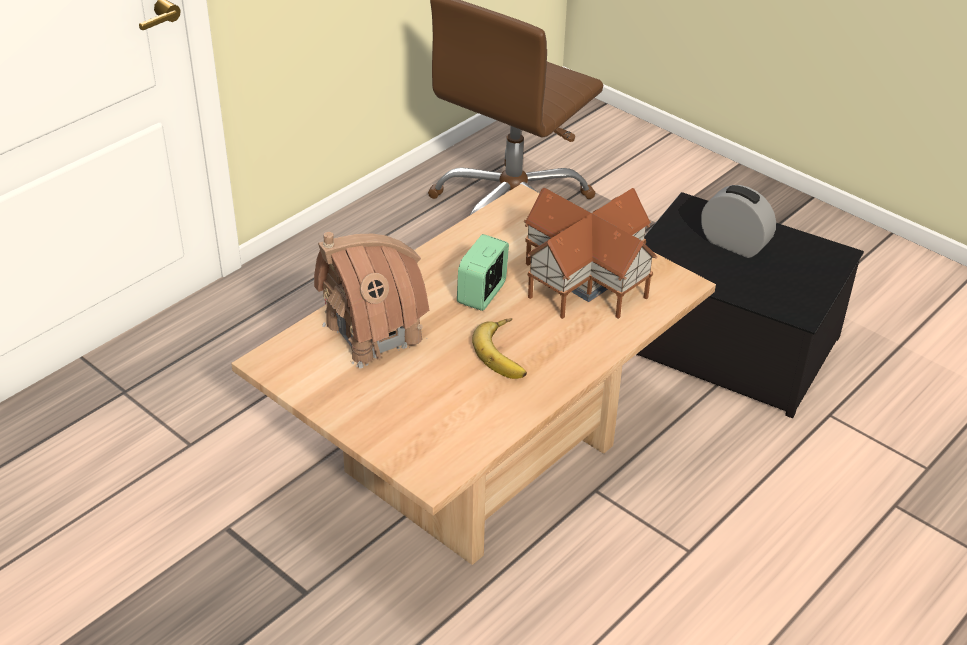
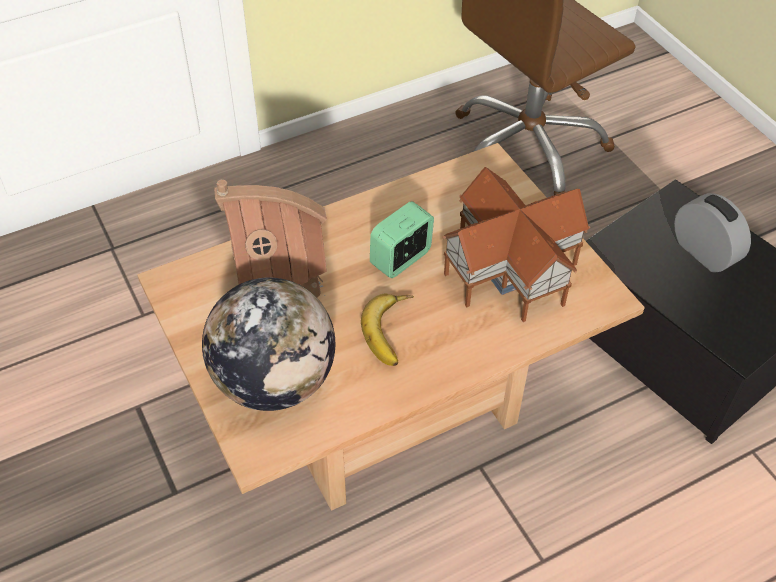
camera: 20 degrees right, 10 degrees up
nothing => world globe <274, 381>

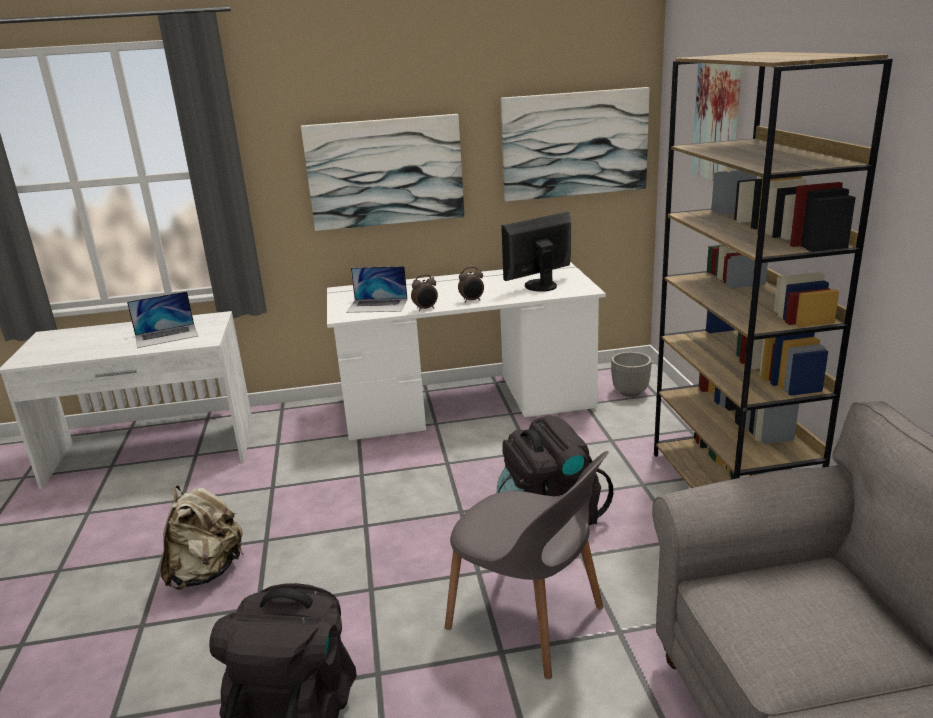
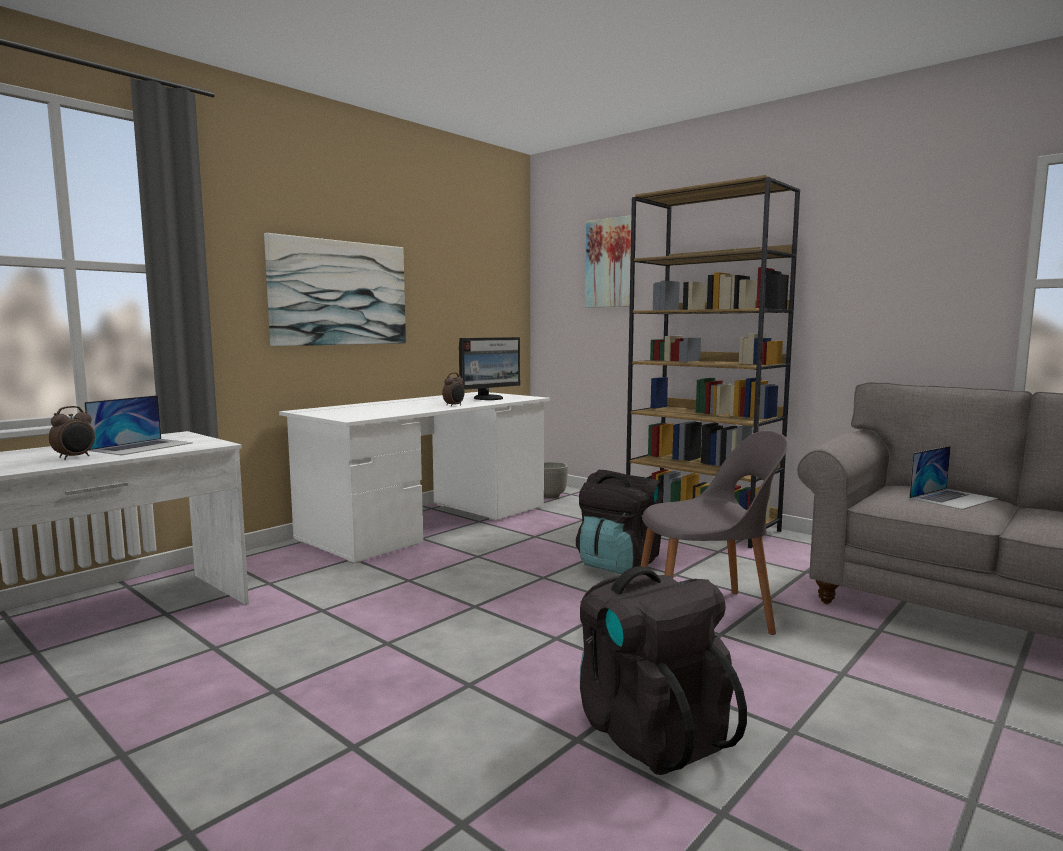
camera: 40 degrees left, 15 degrees down
knapsack in beige <206, 572> => nothing
portable computer <377, 305> => portable computer <953, 498>, moved
alarm clock <426, 309> => alarm clock <75, 457>, moved
picture <575, 144> => nothing
computer display <539, 286> => computer display <489, 398>, 150 degrees counterclockwise

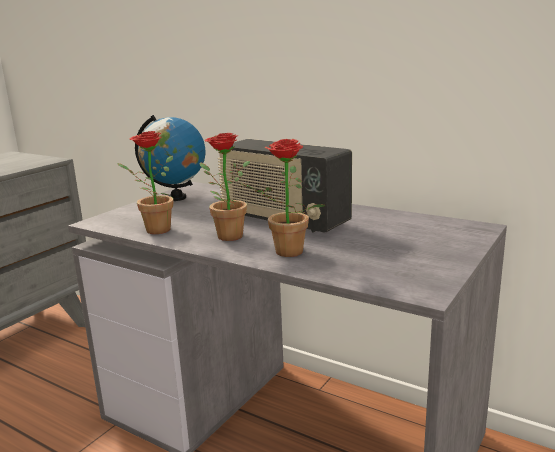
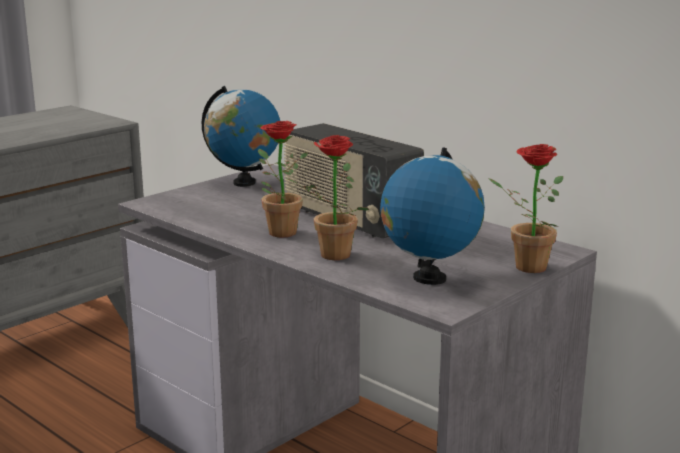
camera: 10 degrees right, 0 degrees up
potted plant <152, 230> => potted plant <523, 266>, moved
nothing => world globe <429, 278>

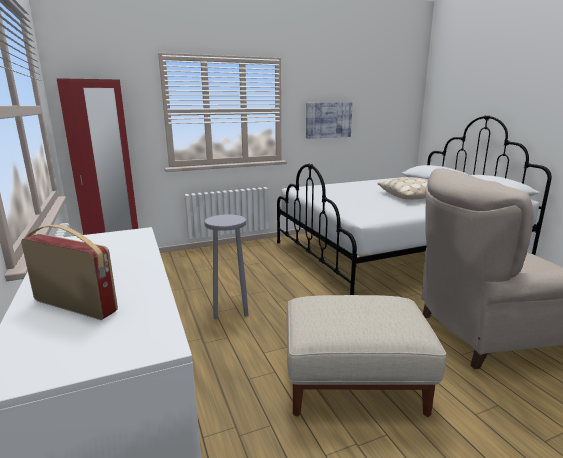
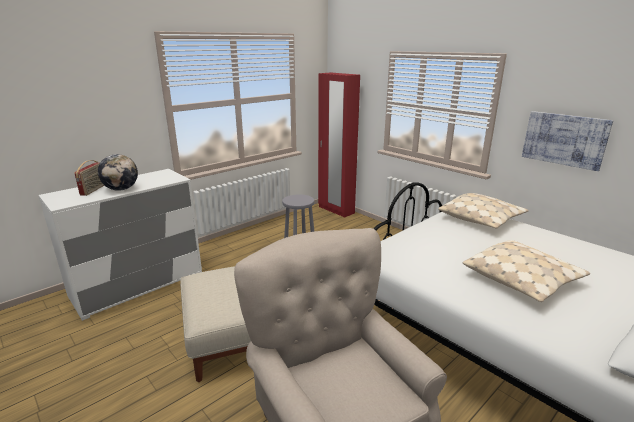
camera: 70 degrees right, 5 degrees up
nothing => world globe <121, 189>
nothing => cushion in beige <481, 219>

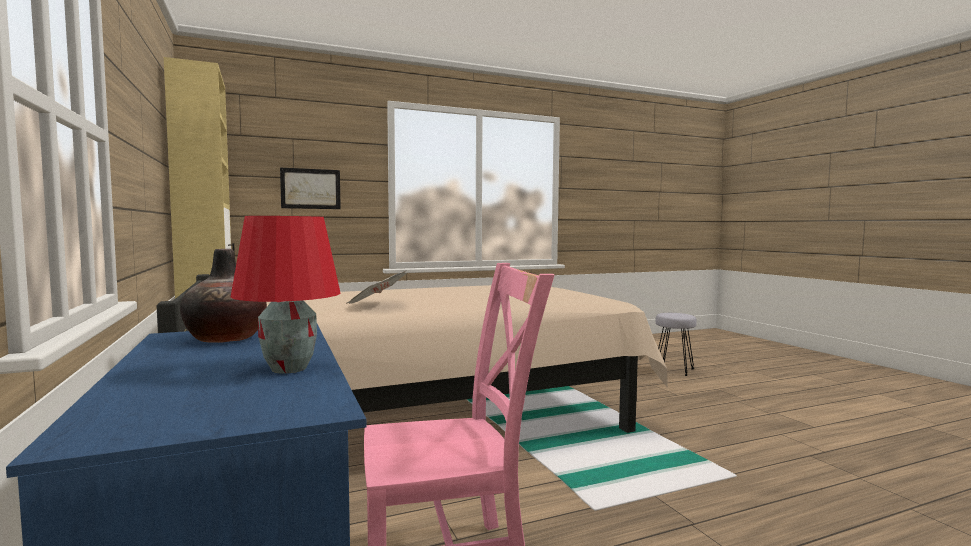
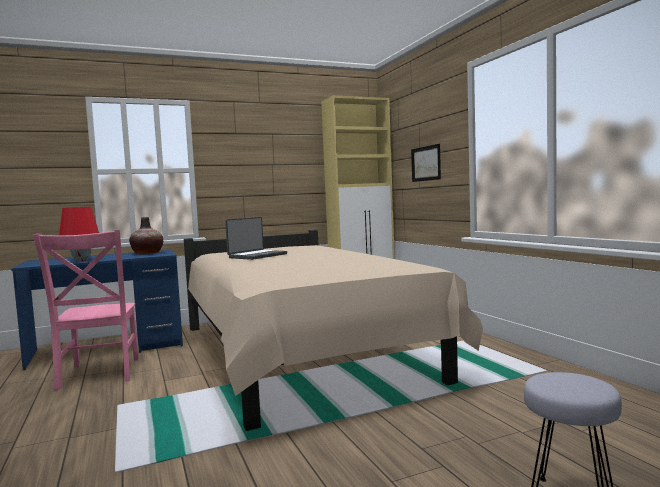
camera: 90 degrees right, 0 degrees up
printed paper <376, 305> => portable computer <257, 256>

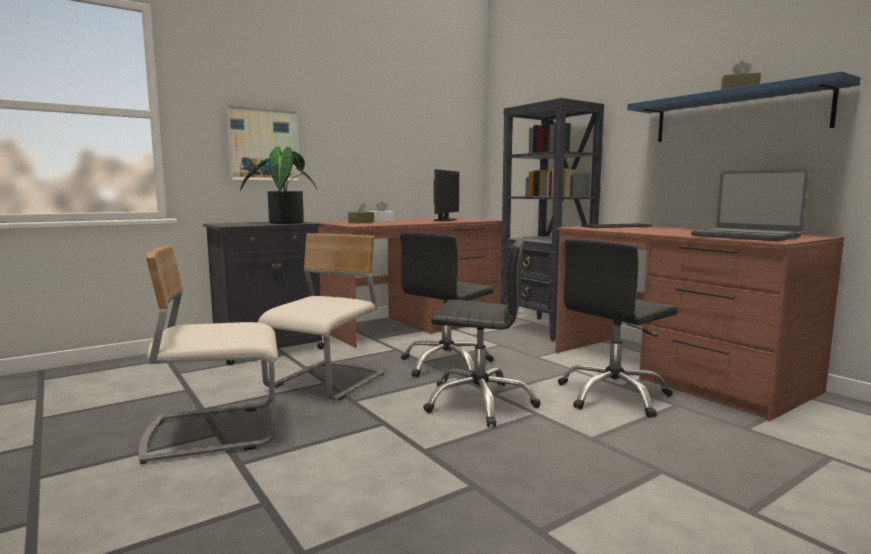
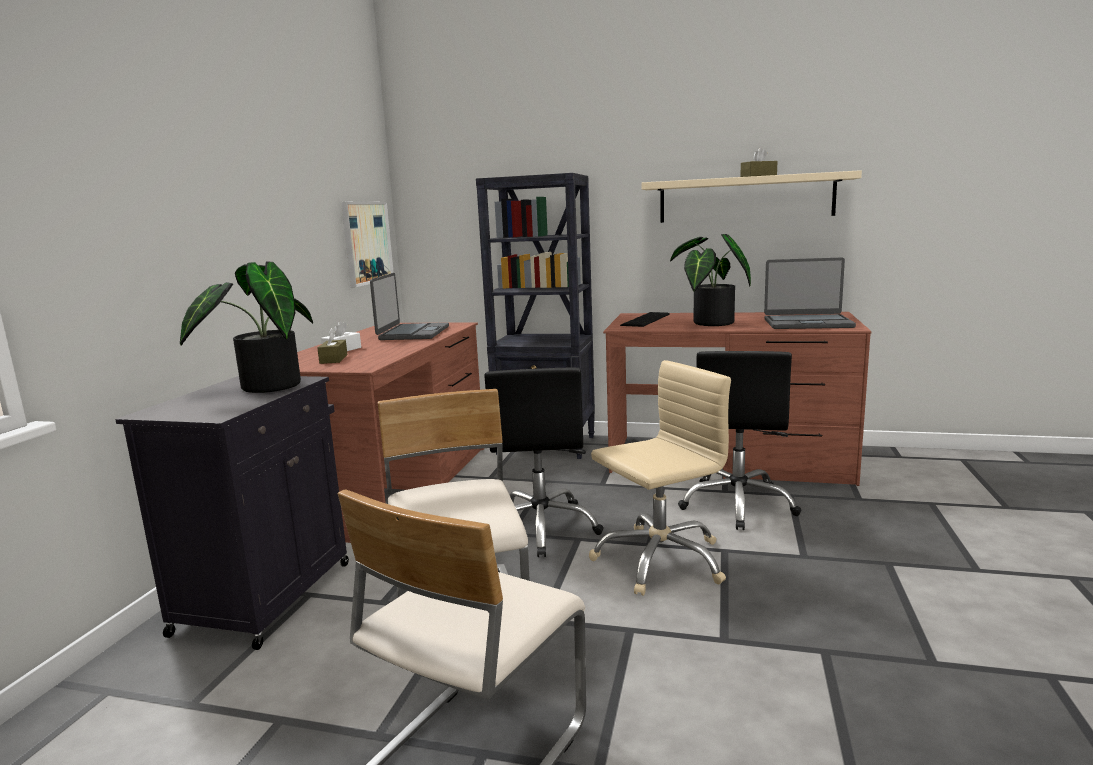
camera: 40 degrees left, 5 degrees up
picture <263, 144> => picture <366, 242>, moved
desk chair in black-coloured <480, 402> => desk chair in beige <659, 560>
computer display <445, 220> => portable computer <413, 333>
wall shelf in bluish <737, 115> => wall shelf in beige <745, 198>
nothing => potted plant <709, 323>

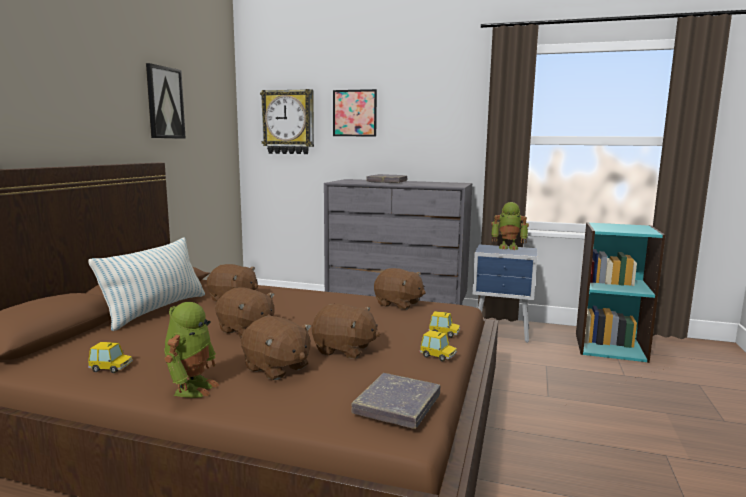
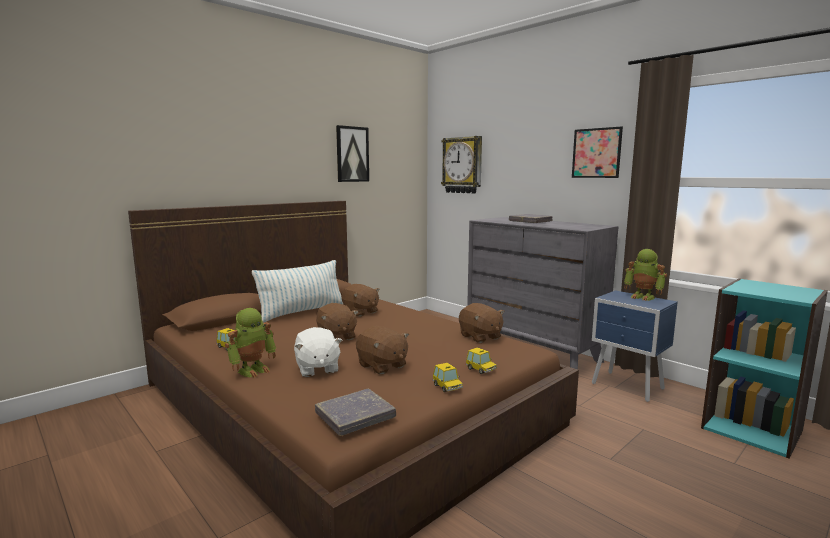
camera: 30 degrees right, 0 degrees up
cuddly toy in brown <276, 368> => cuddly toy in white-coloured <317, 369>
picture <354, 113> => picture <596, 153>, moved

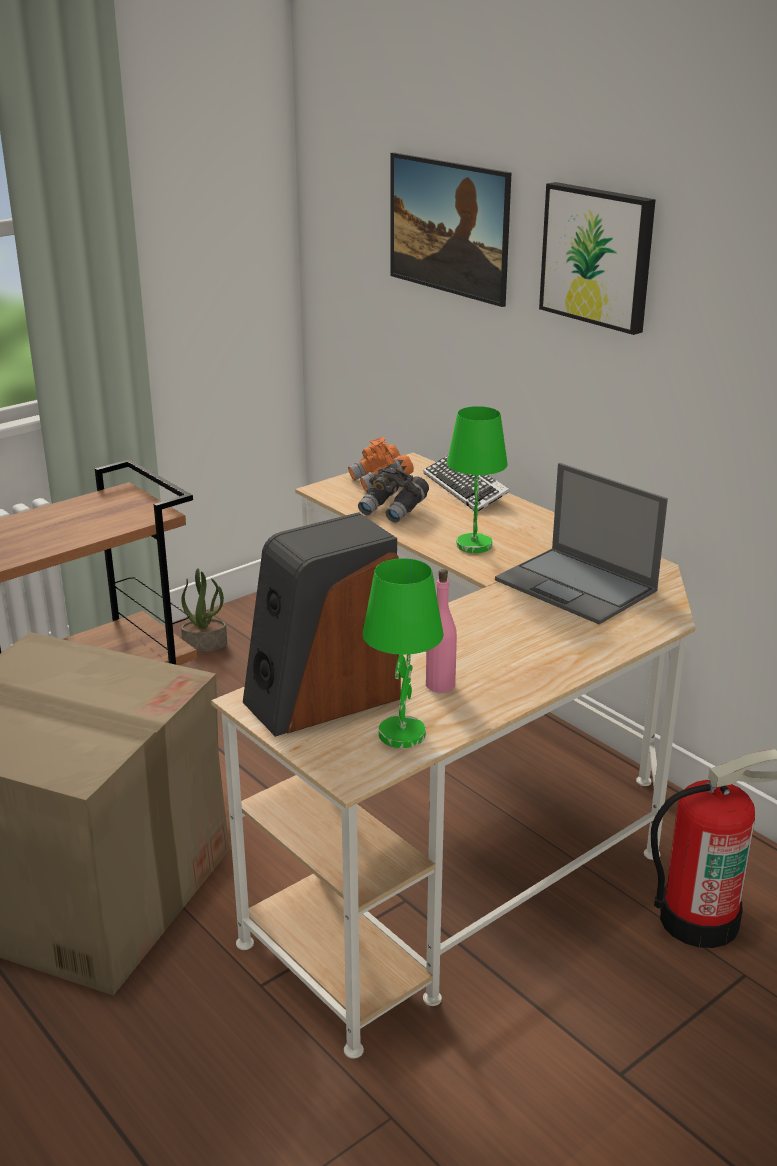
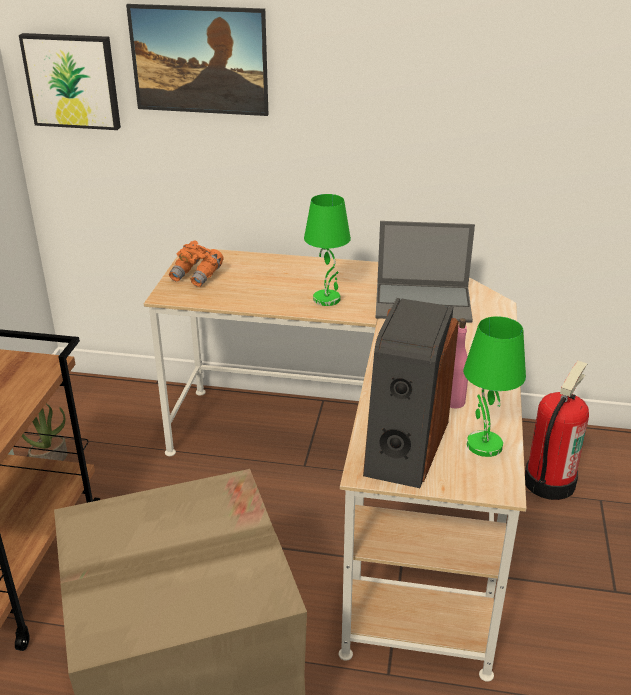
camera: 40 degrees left, 5 degrees up
field glasses in gray <393, 510> => nothing
keyboard <465, 489> => nothing
picture <598, 256> => picture <72, 81>, moved

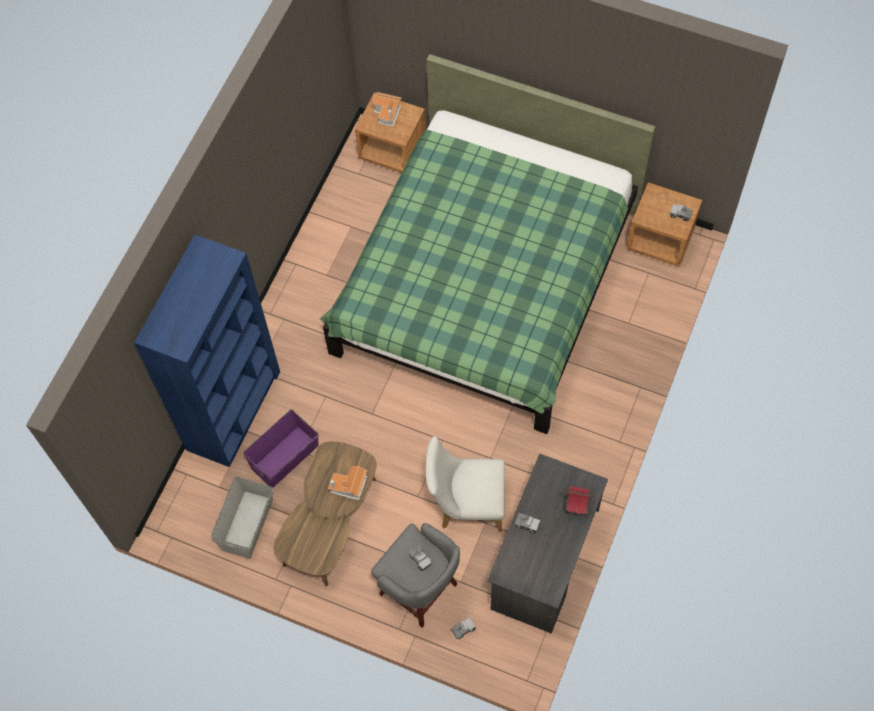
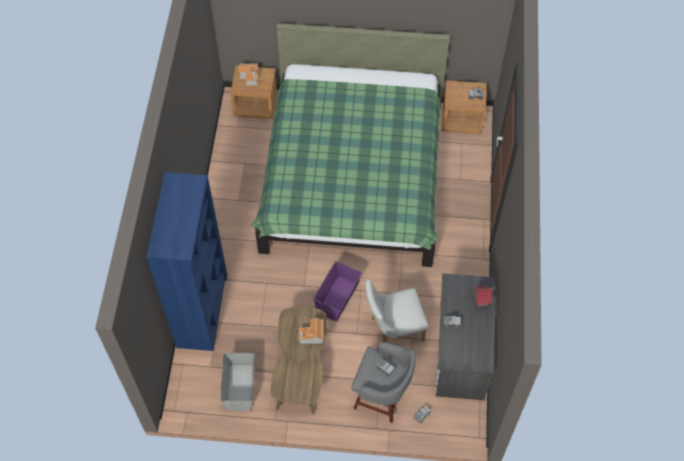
camera: 20 degrees left, 5 degrees down
storage box in purple-coloured <284, 457> => storage box in purple-coloured <337, 298>, moved

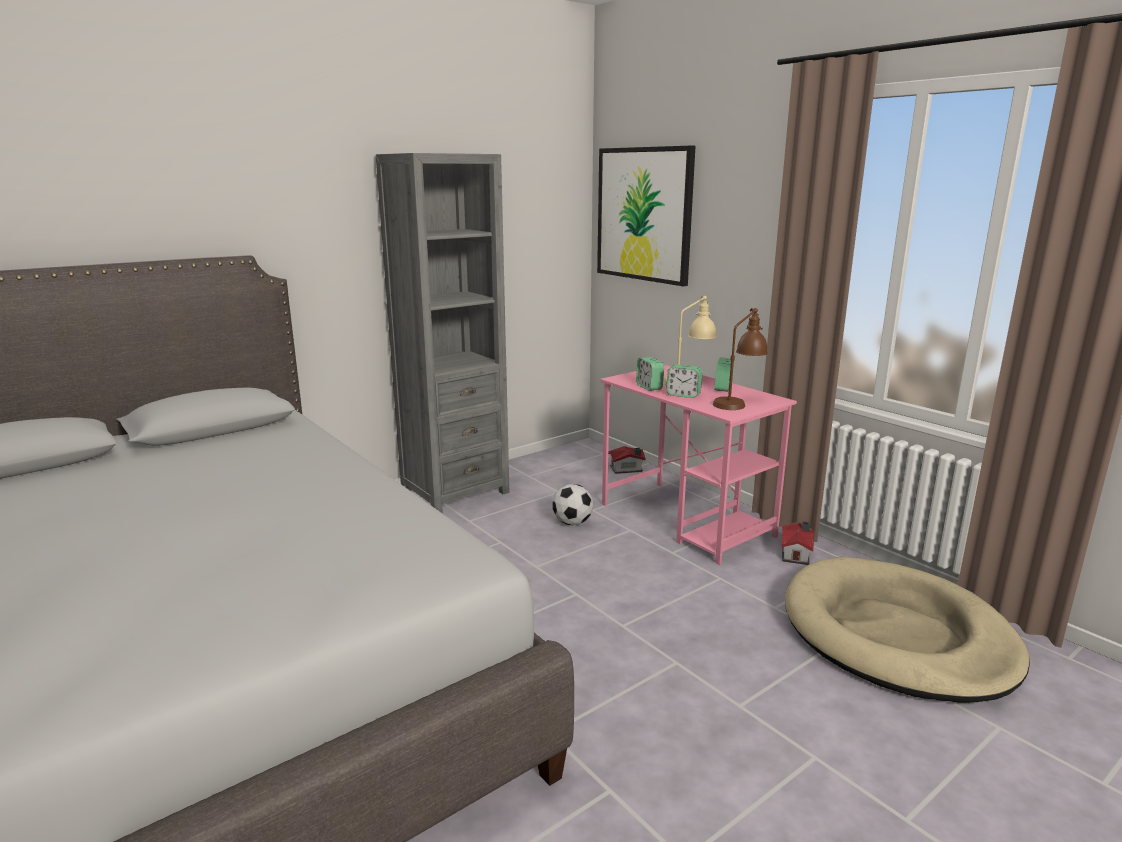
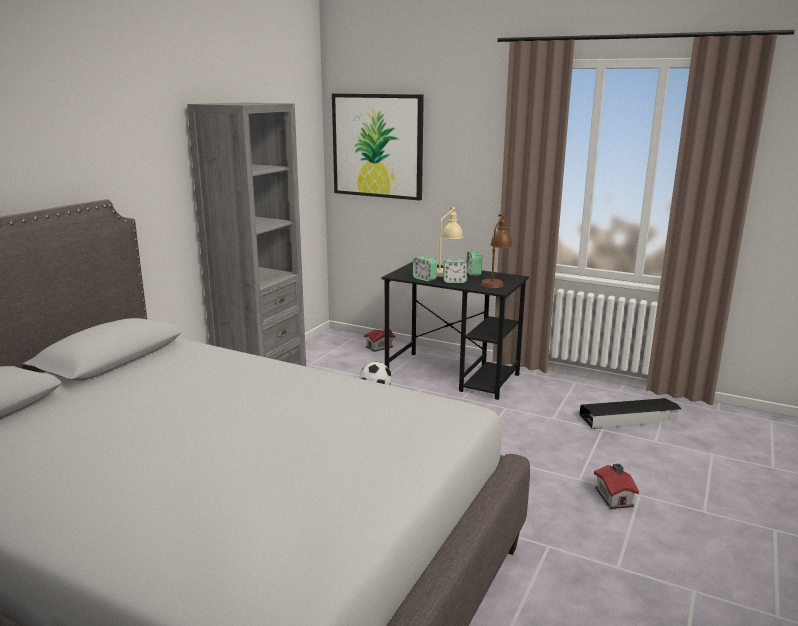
camera: 25 degrees left, 0 degrees up
desk unit in pink-coloured <687, 520> => desk unit in black-coloured <453, 375>
miniature house <796, 554> => miniature house <614, 497>, moved
dog cushion in beige <896, 635> => storage box in black-coloured <629, 418>

